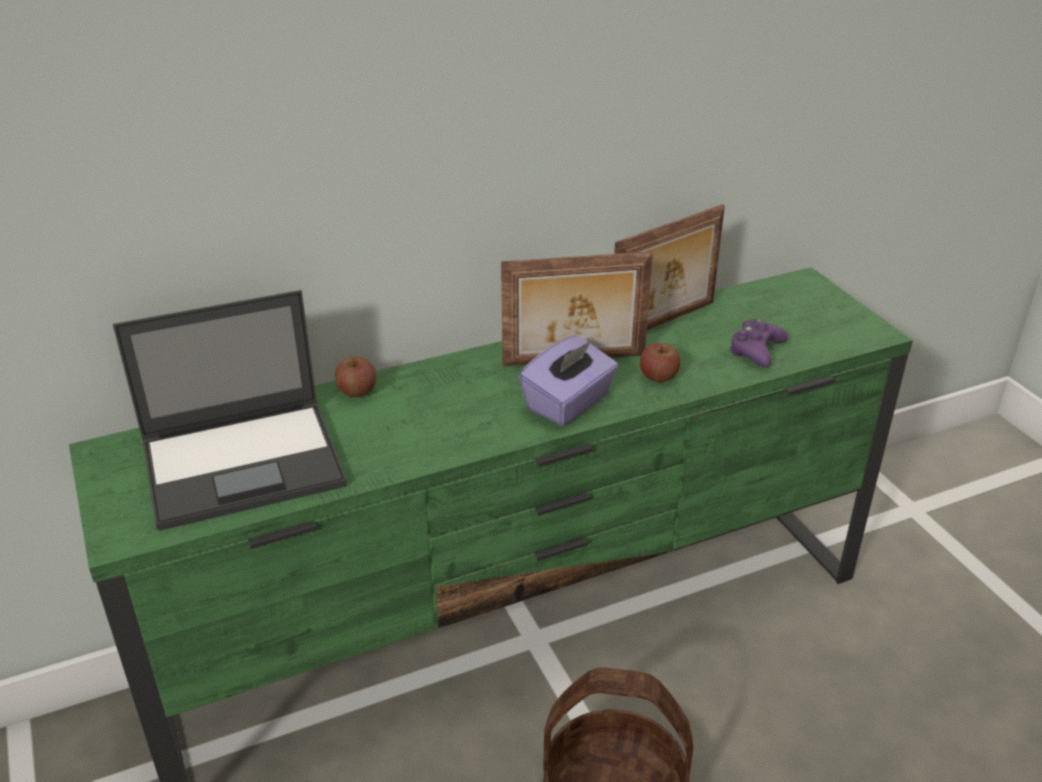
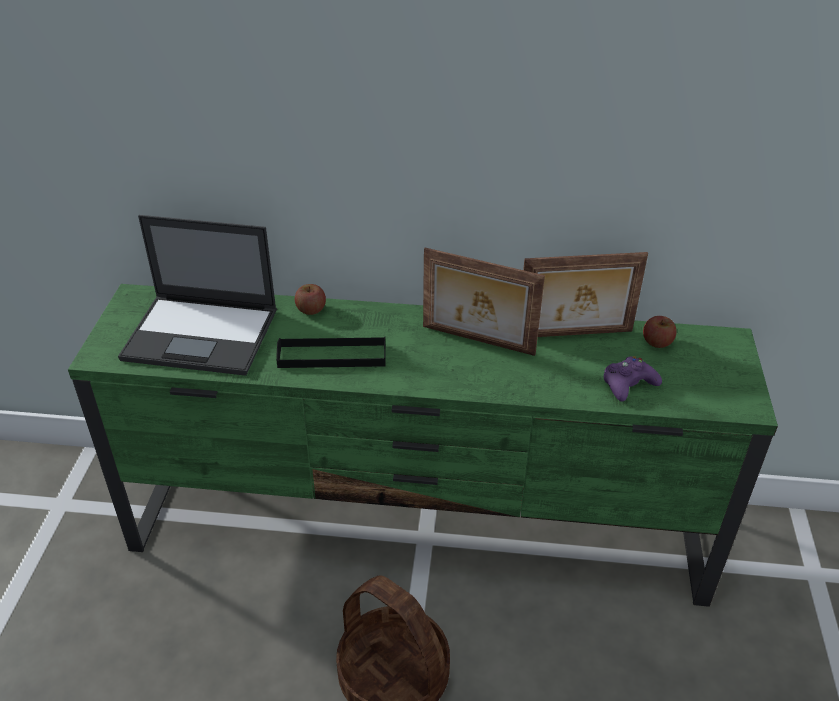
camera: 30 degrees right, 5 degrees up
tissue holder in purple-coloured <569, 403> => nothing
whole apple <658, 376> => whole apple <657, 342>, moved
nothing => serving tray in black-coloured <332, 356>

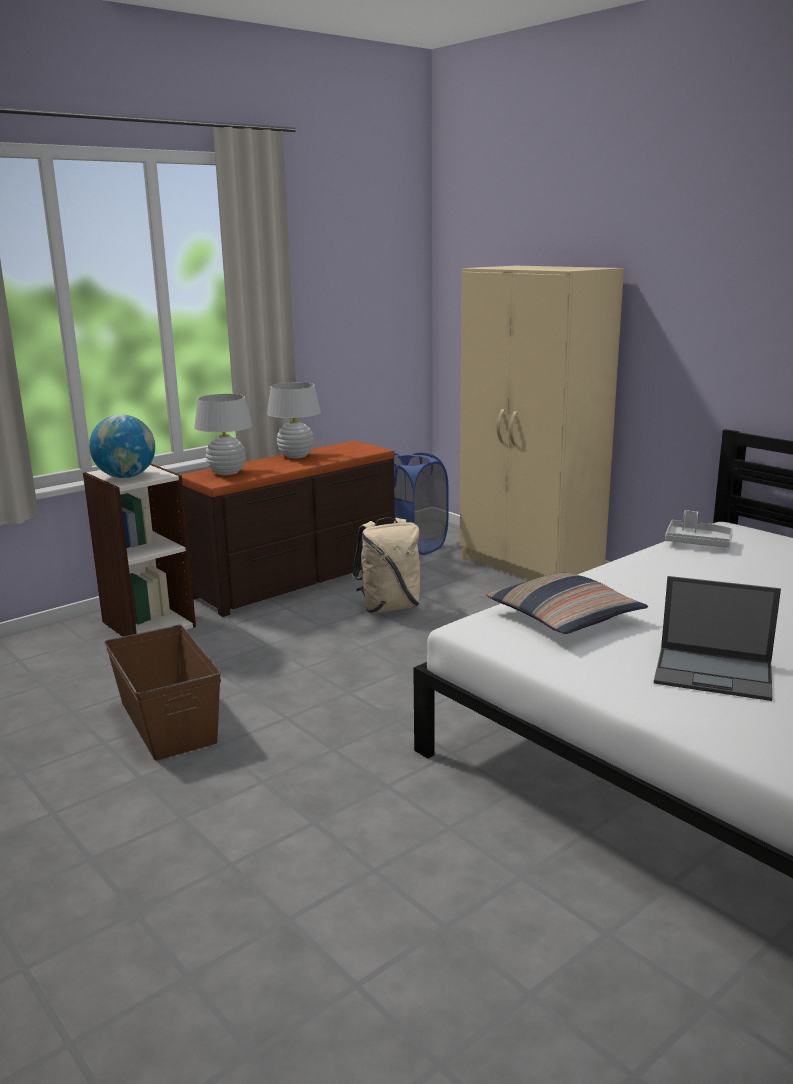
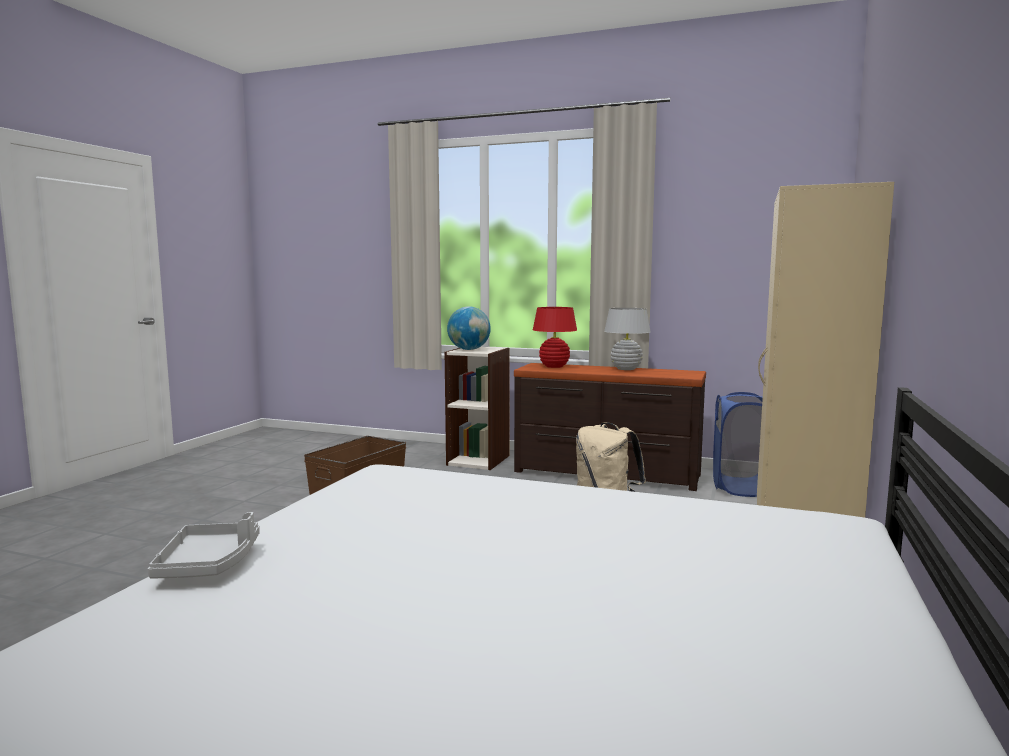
camera: 60 degrees right, 10 degrees down
table lamp in white-coloured <227, 472> => table lamp in reddish <554, 366>
cushion <564, 617> => nothing
portable computer <715, 673> => nothing
serving tray in gray <697, 542> => serving tray in gray <209, 563>, moved

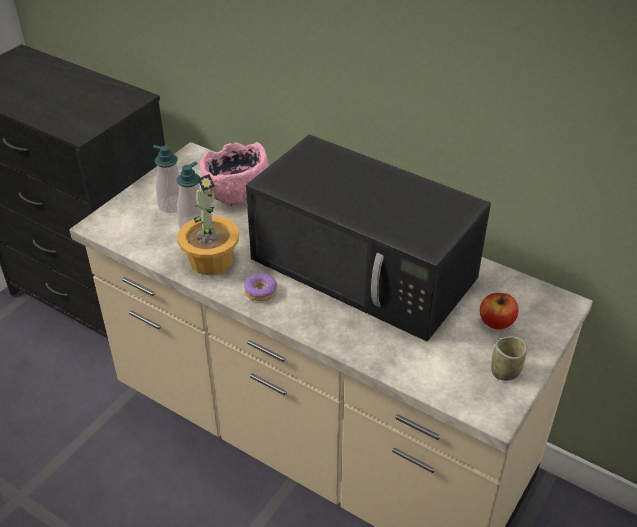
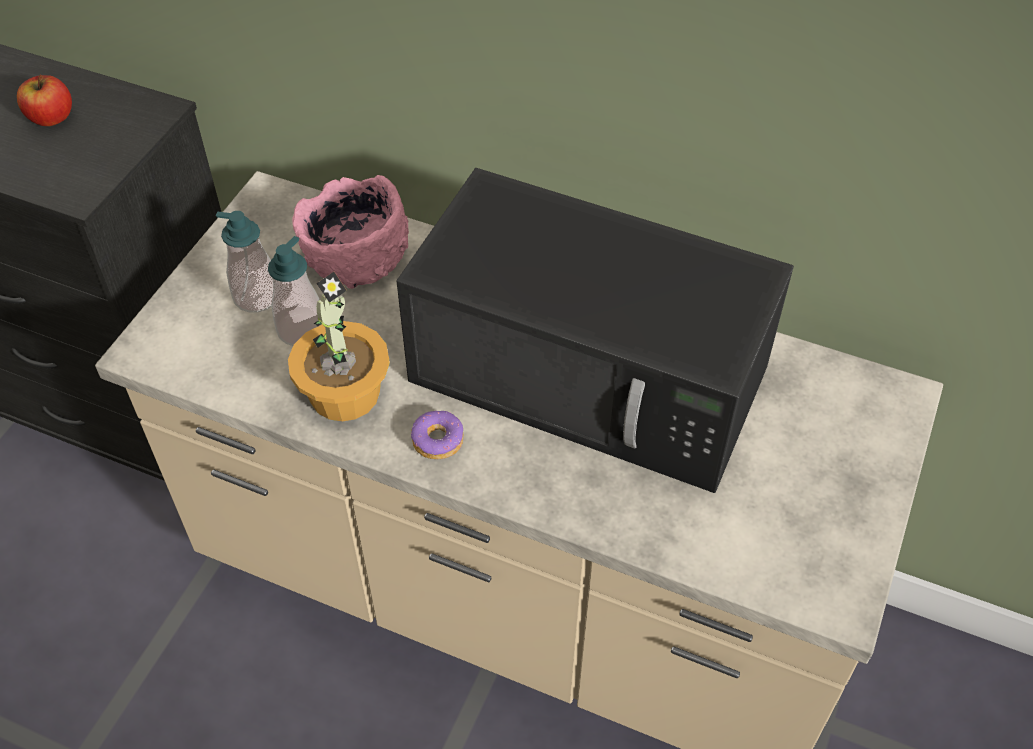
camera: 10 degrees left, 10 degrees up
whole apple <496, 322> => whole apple <51, 118>, moved
cup <505, 371> => nothing

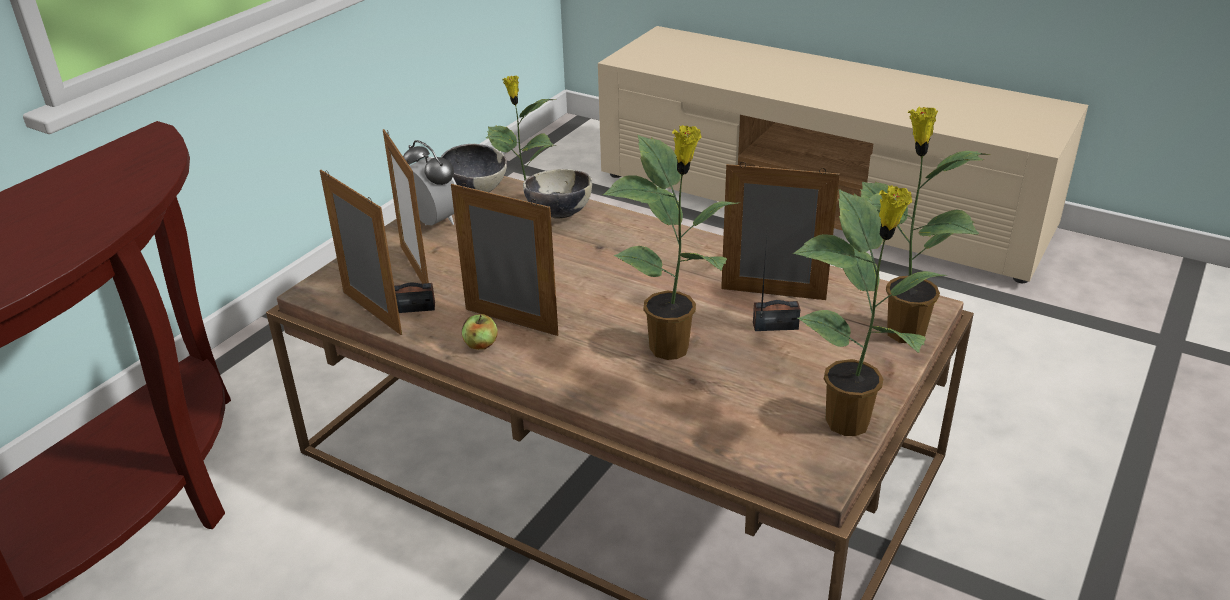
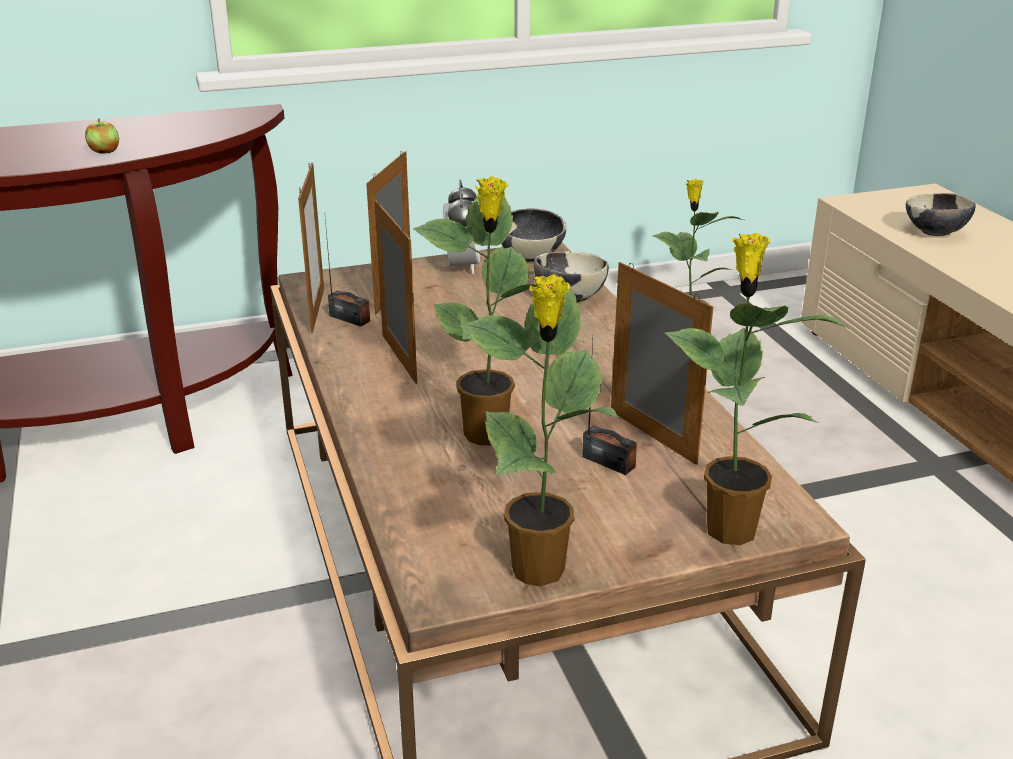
camera: 40 degrees right, 5 degrees down
whole apple <481, 345> => whole apple <104, 152>, moved
nothing => serving bowl <934, 233>

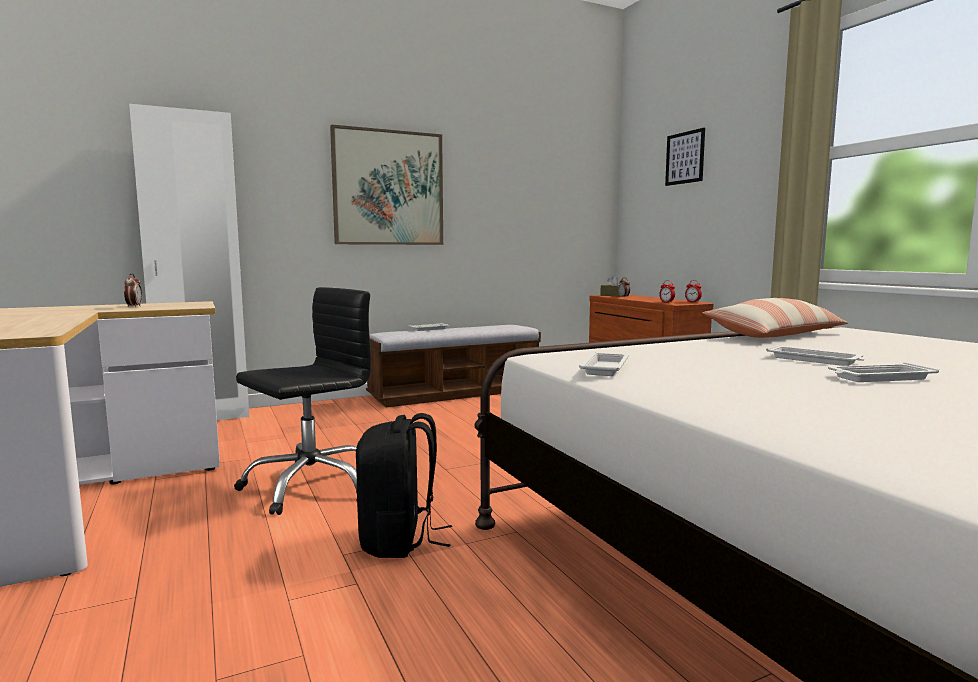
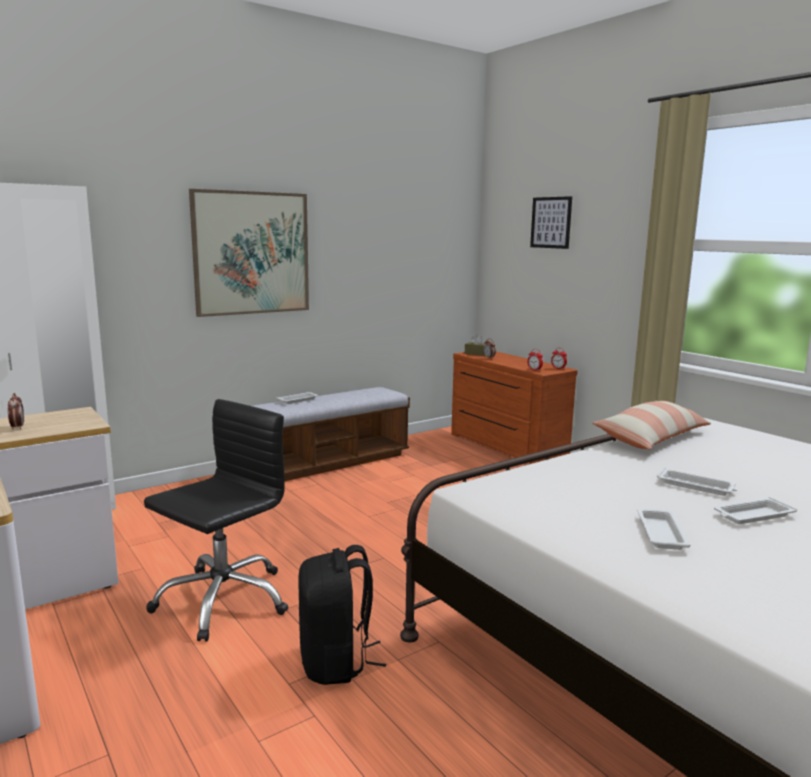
camera: 10 degrees left, 5 degrees up
serving tray in white-coloured <605, 368> => serving tray in white-coloured <660, 532>, moved

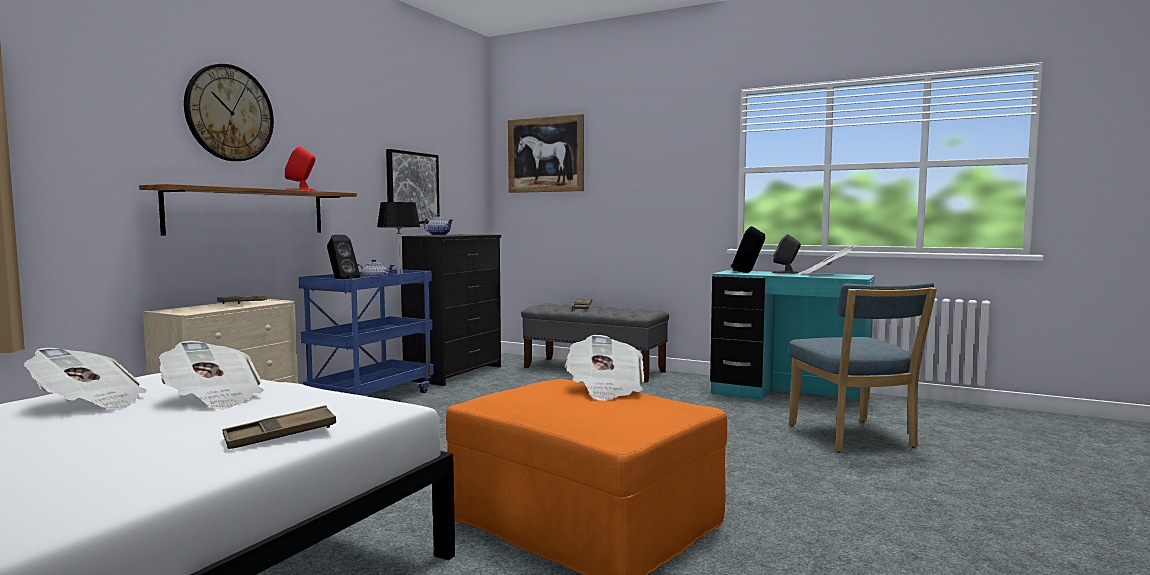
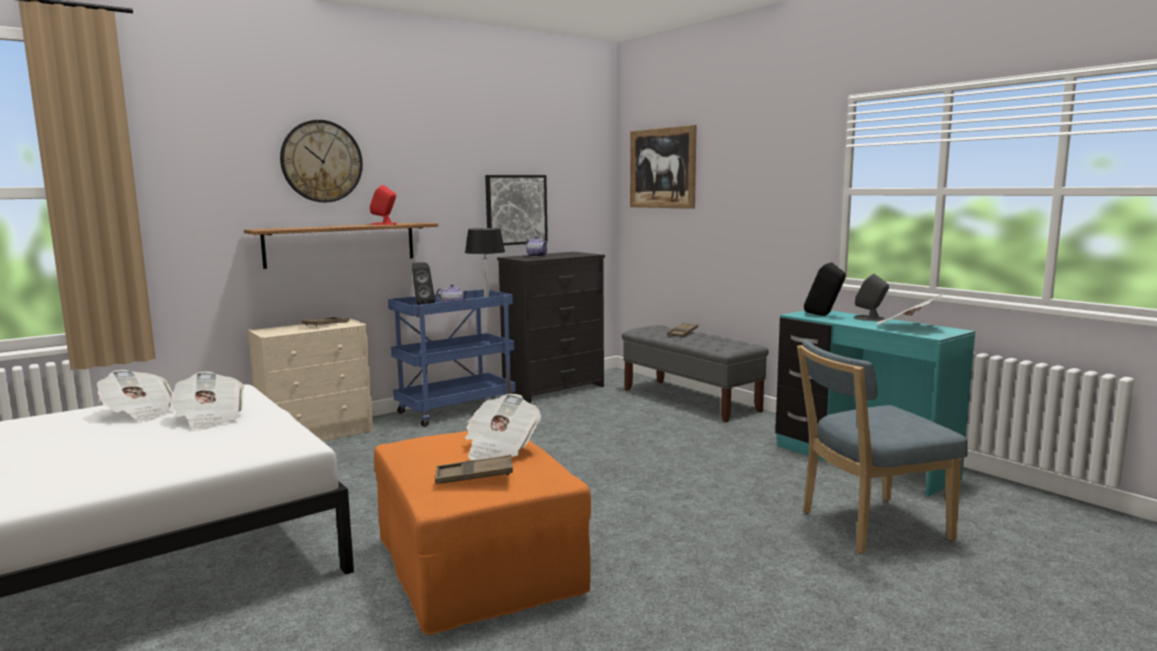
camera: 25 degrees right, 5 degrees up
serving tray in brown <280, 435> => serving tray in brown <474, 476>, moved
chair in bluish <854, 437> => chair in bluish <868, 526>, 60 degrees clockwise

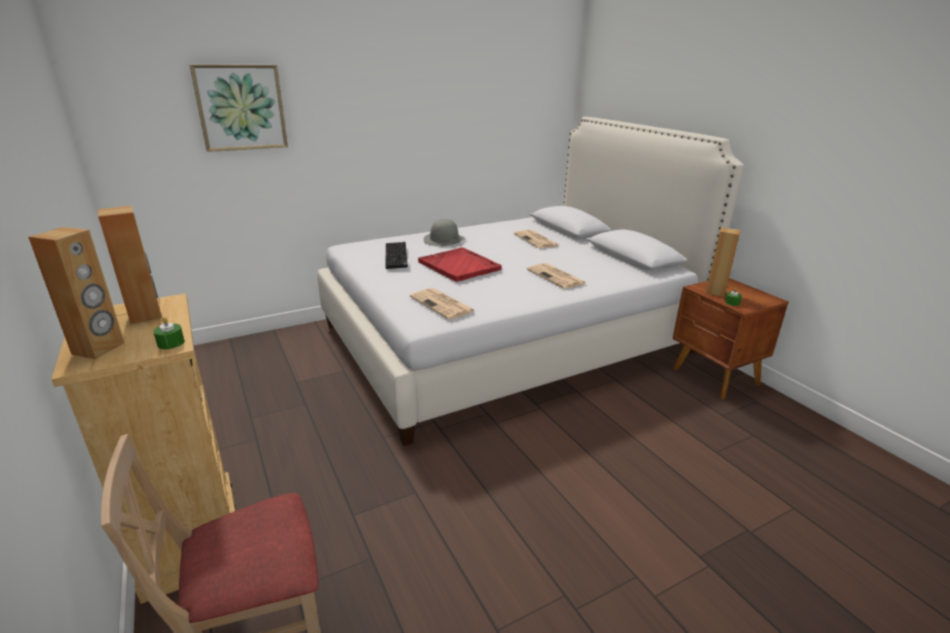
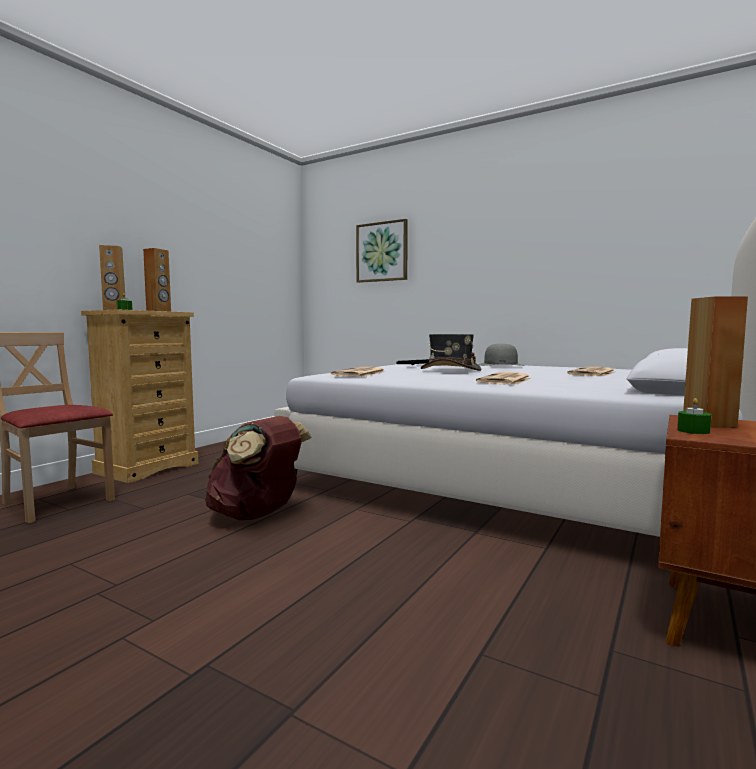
camera: 60 degrees right, 20 degrees down
serving tray in reddish <459, 266> => wearable hat in gray <450, 369>
nothing => knapsack in brown <257, 514>

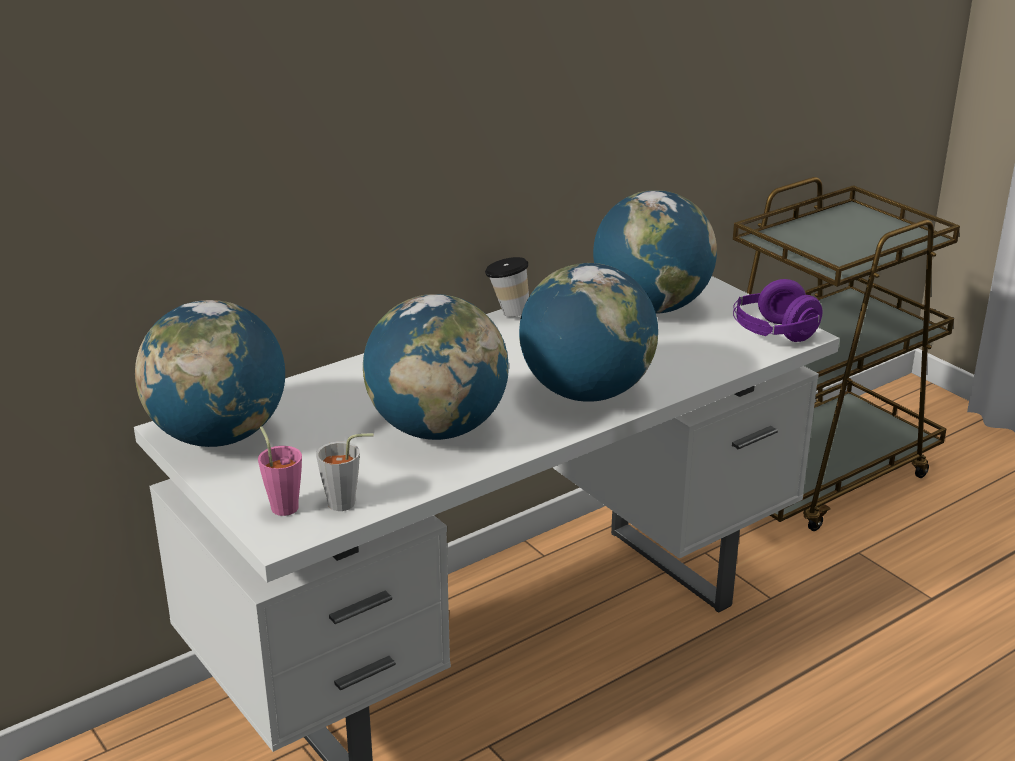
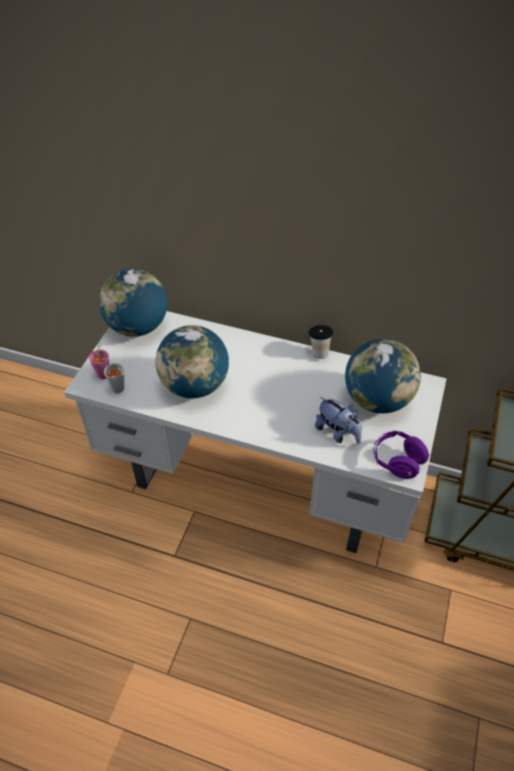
camera: 55 degrees right, 20 degrees up
world globe <586, 393> => nothing
nothing => cuddly toy <337, 432>

